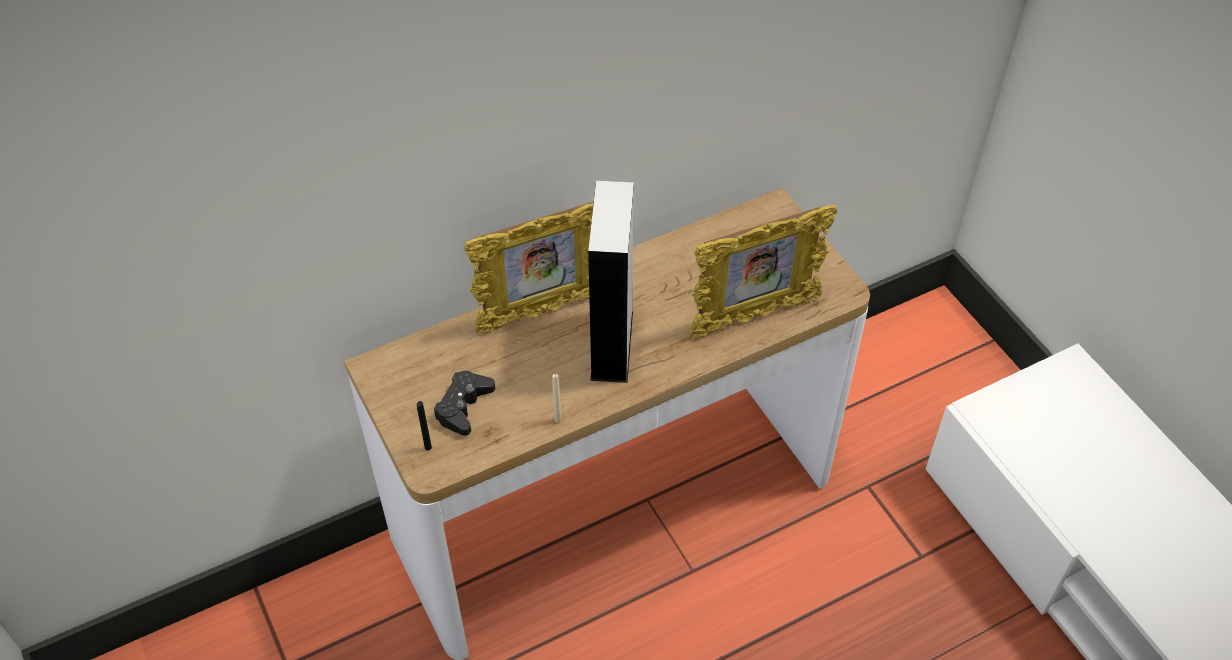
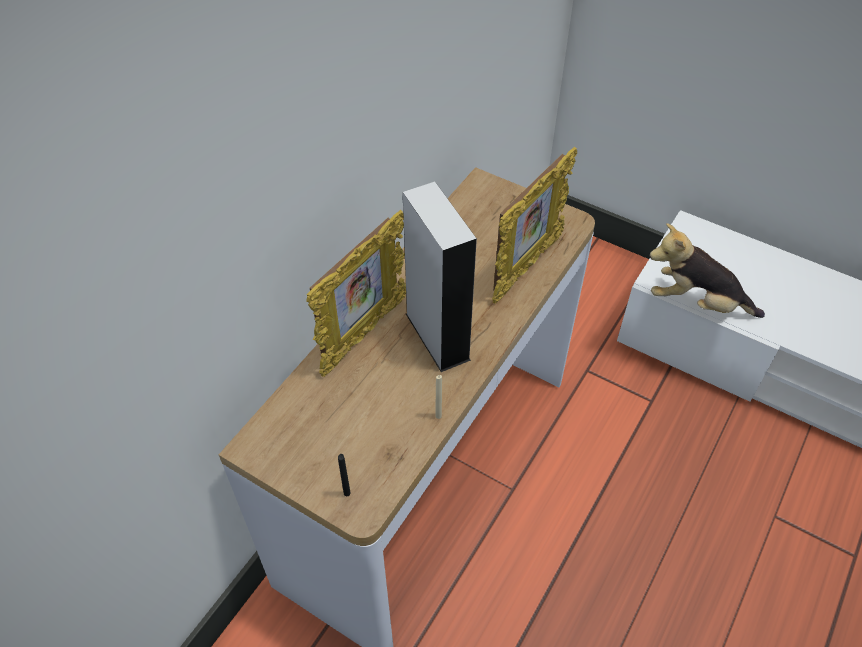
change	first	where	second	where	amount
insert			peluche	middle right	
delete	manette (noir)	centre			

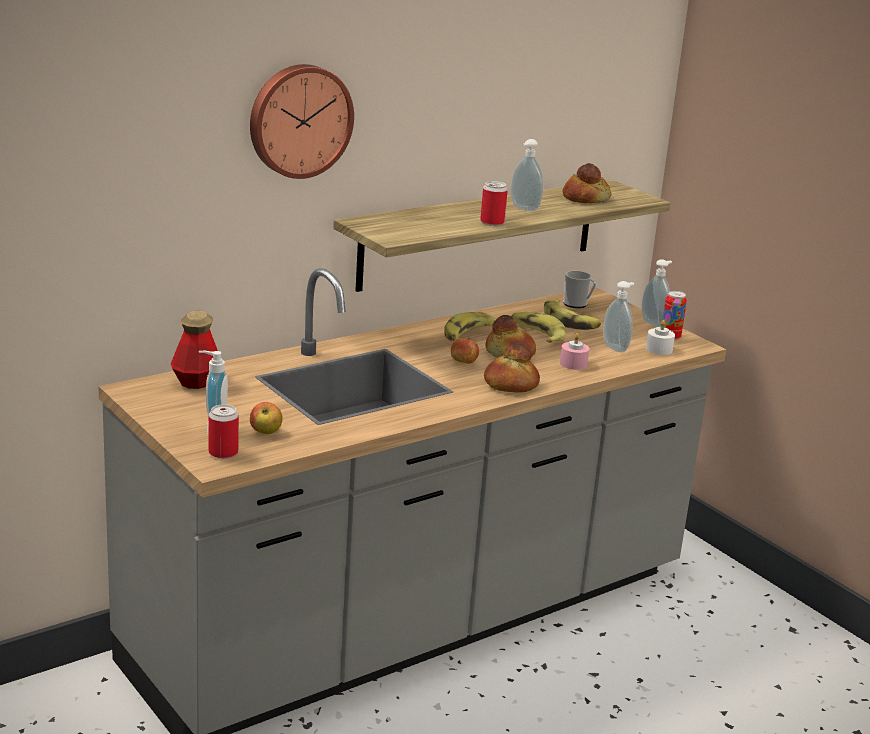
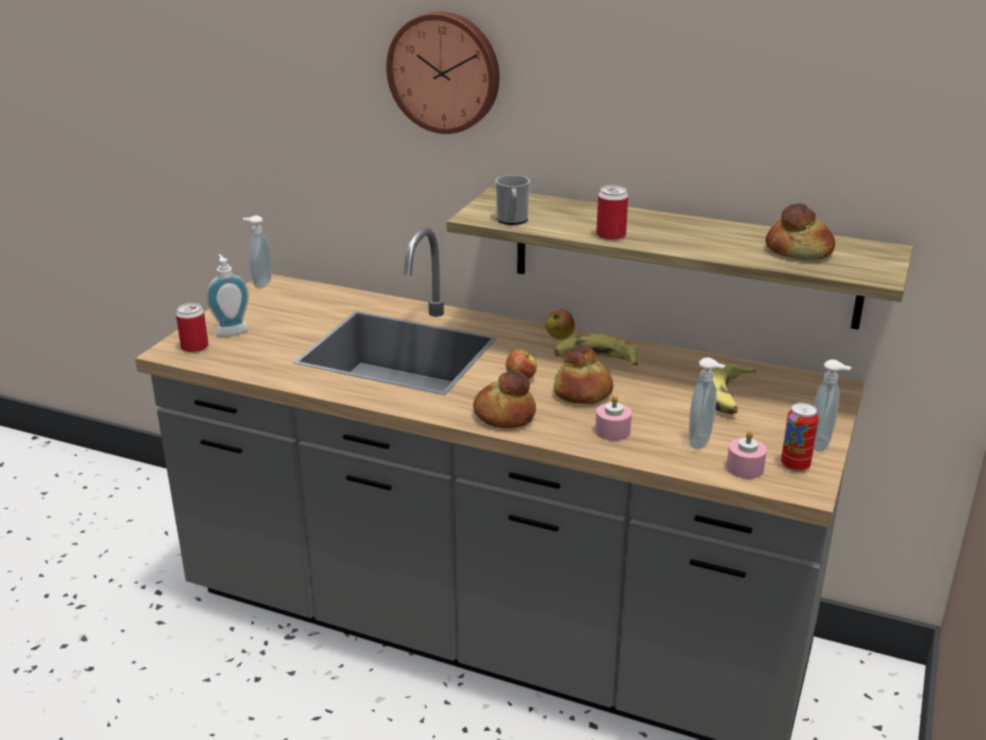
change	first	where	second	where	amount
move	distributeur de savon (2nd from left)	top centre		middle left	
move	mug	centre		top centre	
move	pomme (1st from left in the first image)	middle left	pomme (2nd from left)	centre	
recolor	bougie (blanc)	middle right	bougie (rose) (2nd from left)	middle right	
delete	bouteille	middle left			
delete	banane (2nd from left)	centre			

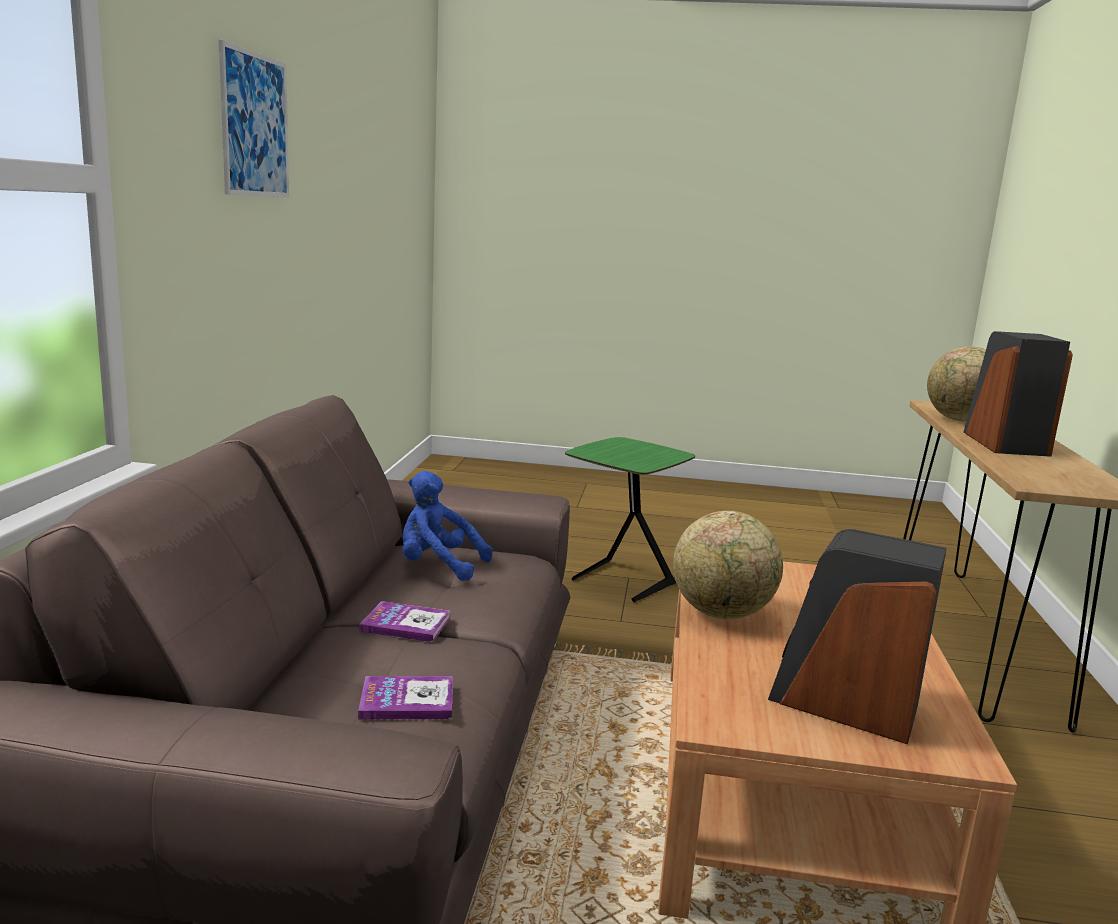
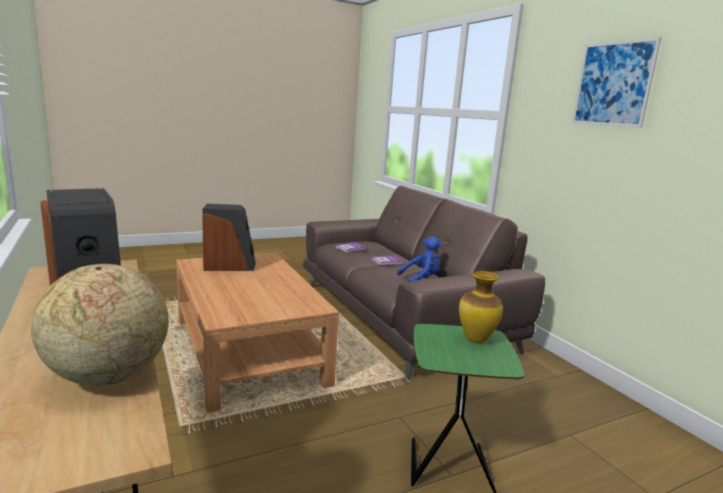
change	first	where	second	where	amount
insert			vase	centre	
delete	globe (1st from left)	centre			

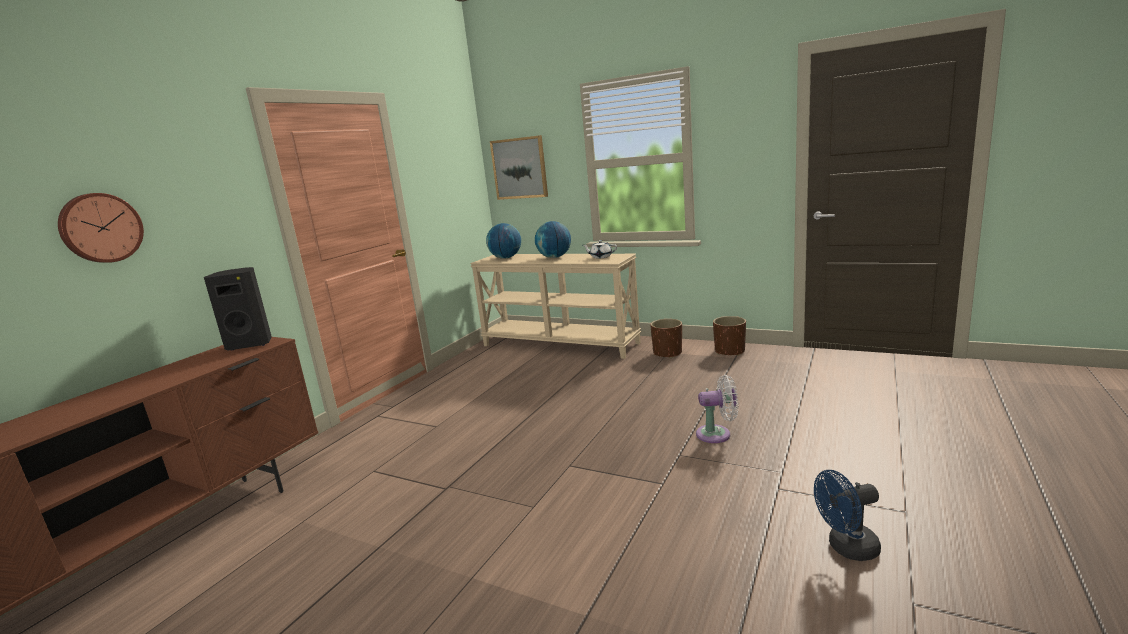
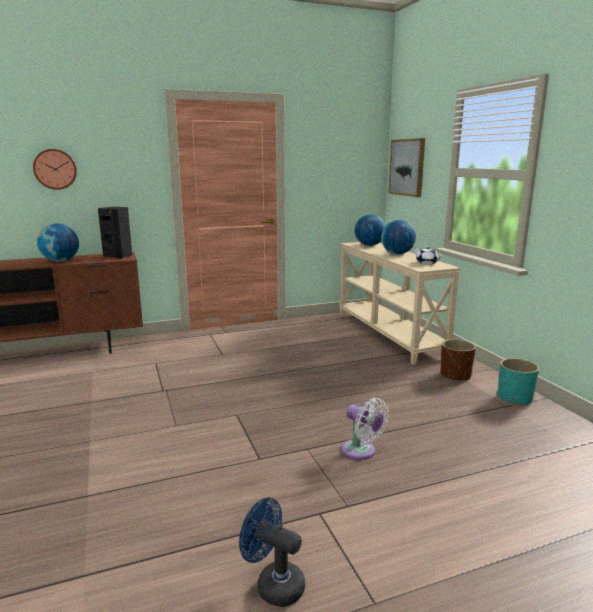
change	first	where	second	where	amount
insert			globe (1st from left)	middle left	
recolor	cache-pot (marron) (2nd from left)	centre	cache-pot (turquoise)	middle right	

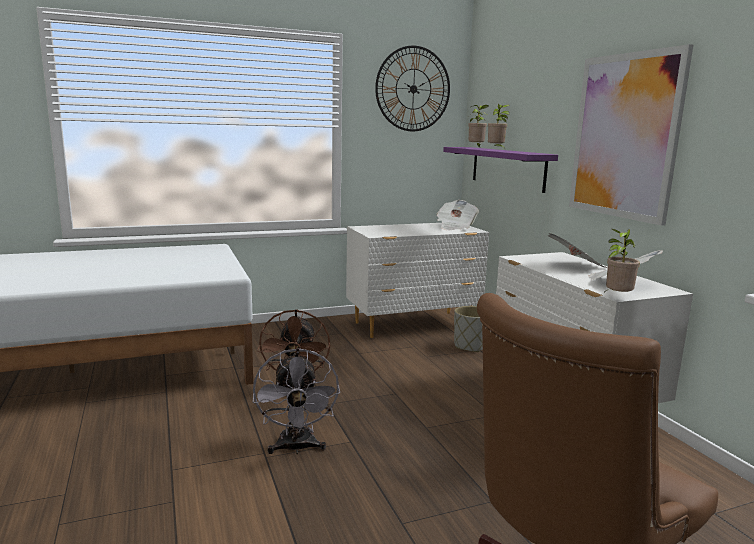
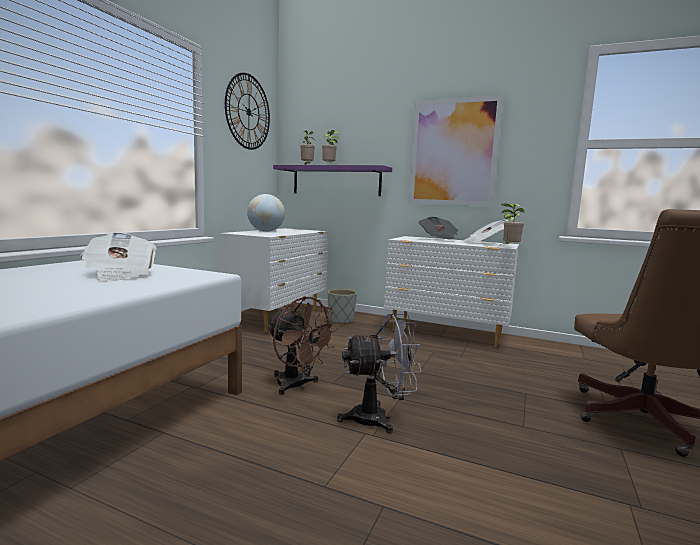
change	first	where	second	where	amount
move	journal (1st from left)	centre		middle left	
insert			globe	centre	
rotate	ventilateur (gris)	bottom centre		bottom centre	45 degrees counterclockwise

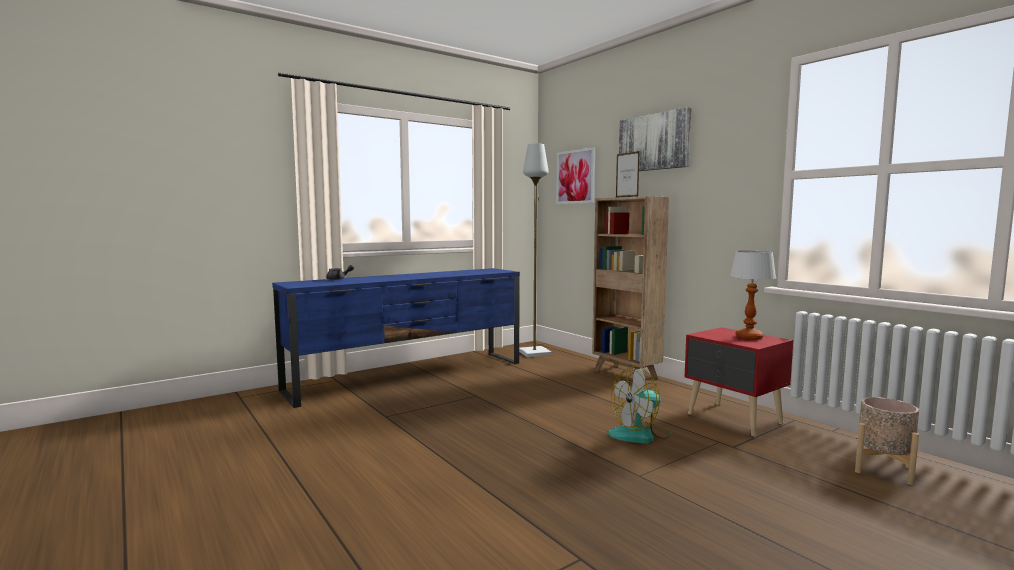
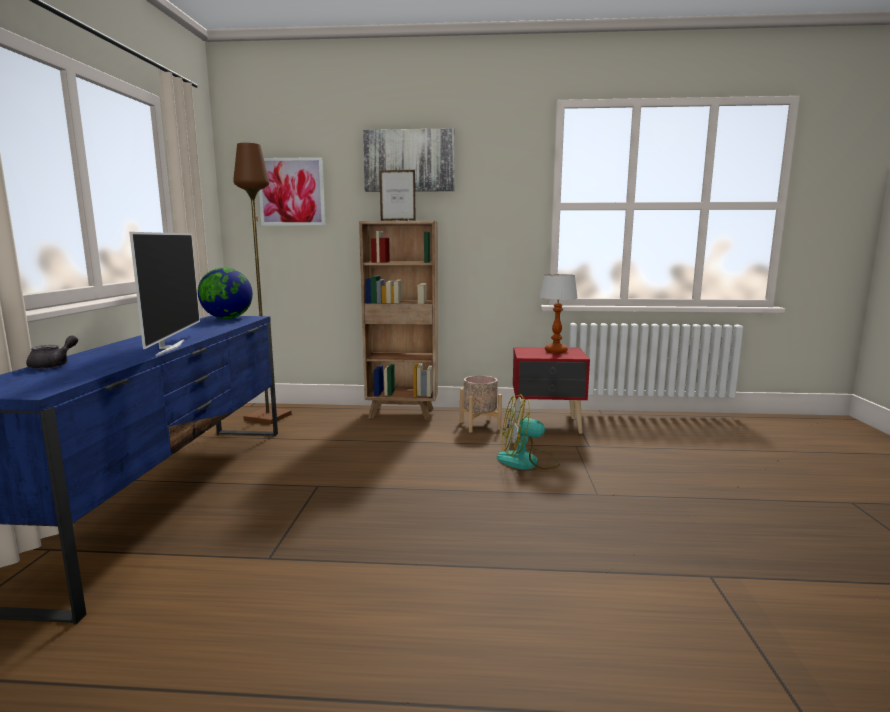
change	first	where	second	where	amount
insert			téléviseur	middle left	
insert			globe	middle left	
recolor	lampadaire (gris)	centre	lampadaire (marron)	middle left	
move	cache-pot (beige)	bottom right		centre	
rotate	ventilateur	bottom centre		centre	75 degrees clockwise

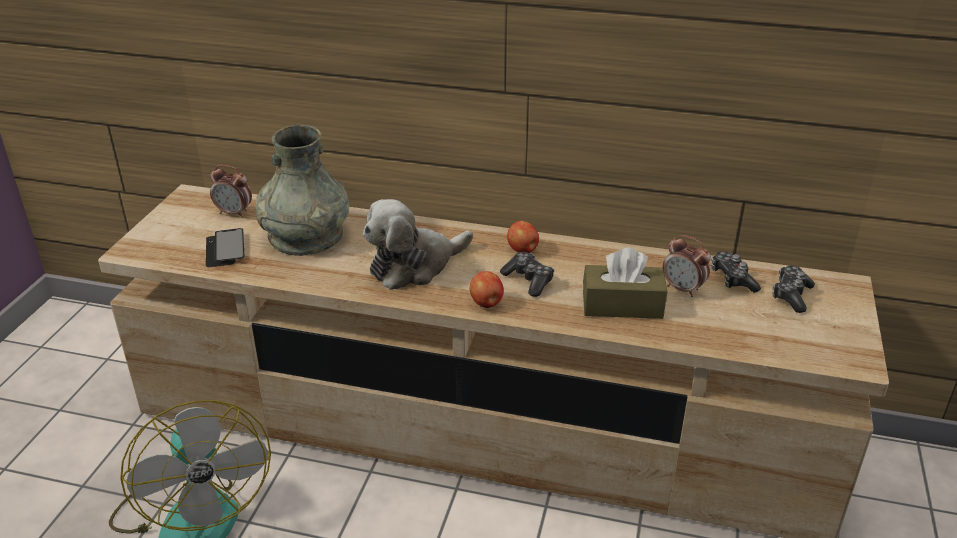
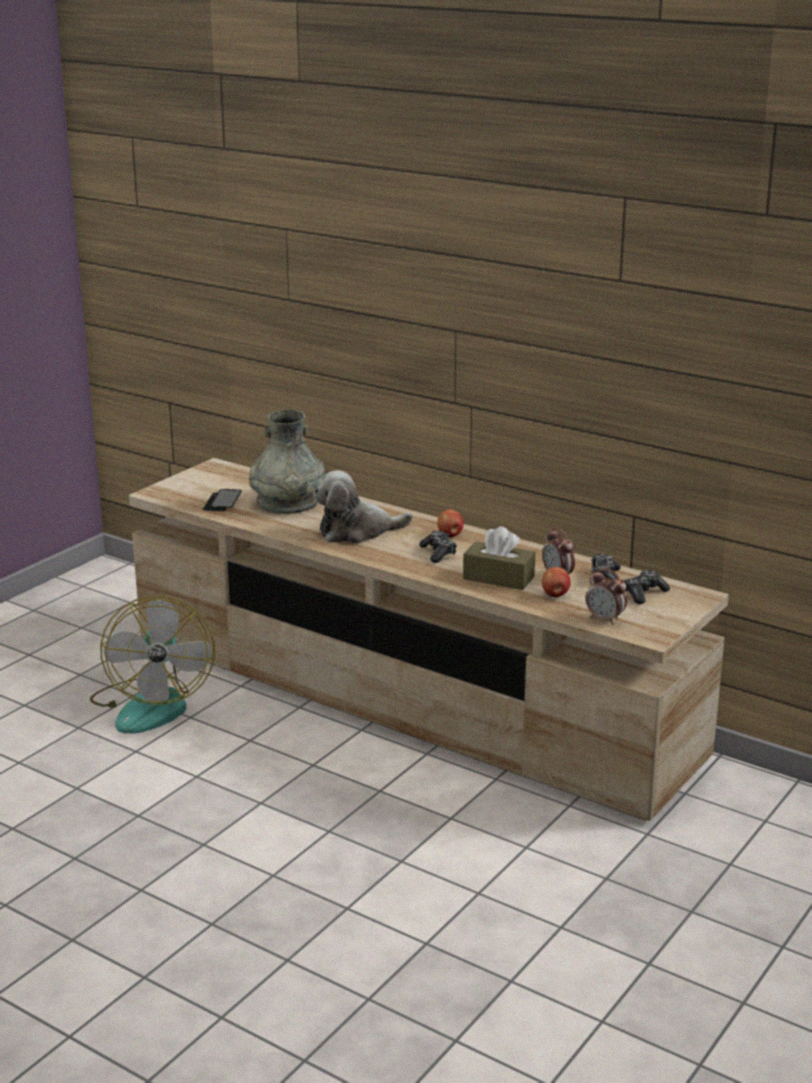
change	first	where	second	where	amount
move	pomme (1st from left in the first image)	centre	pomme (2nd from left)	middle right	
move	réveil (1st from left in the first image)	middle left	réveil (2nd from left)	middle right	

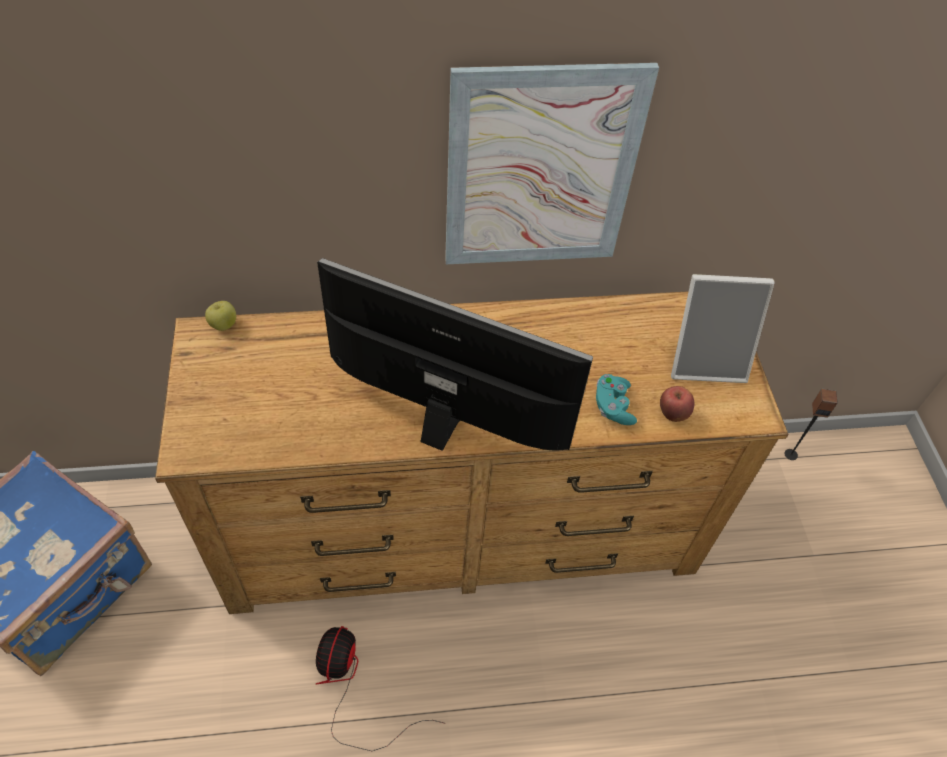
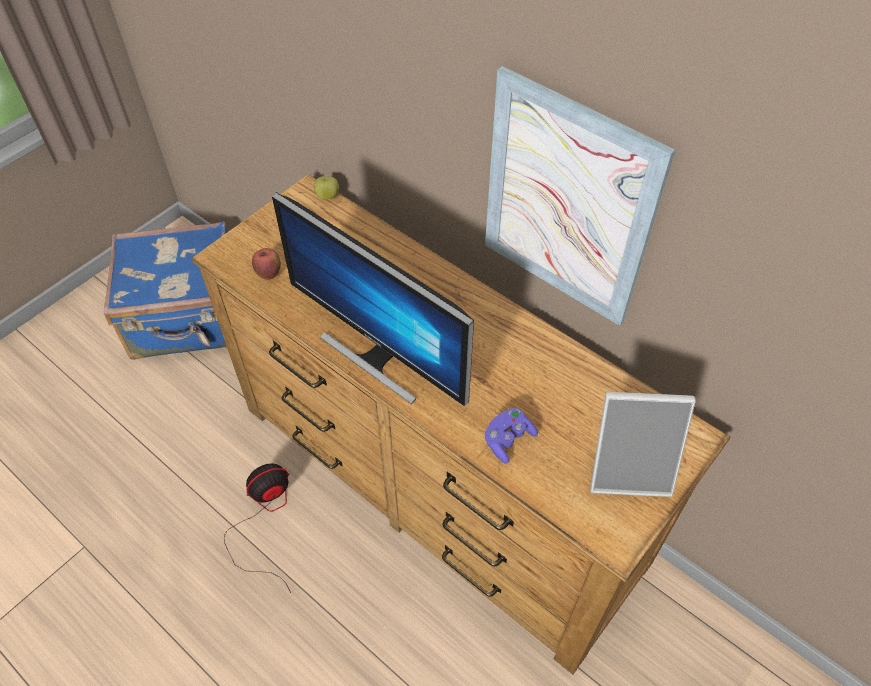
change	first	where	second	where	amount
move	pomme (2nd from left in the first image)	middle right	pomme (1st from left)	middle left	
rotate	écran d'ordinateur	centre		centre	150 degrees clockwise
recolor	manette (turquoise)	centre	manette (violet)	centre	
rotate	cadre photo	middle right		middle right	45 degrees counterclockwise
delete	enceinte	middle right			

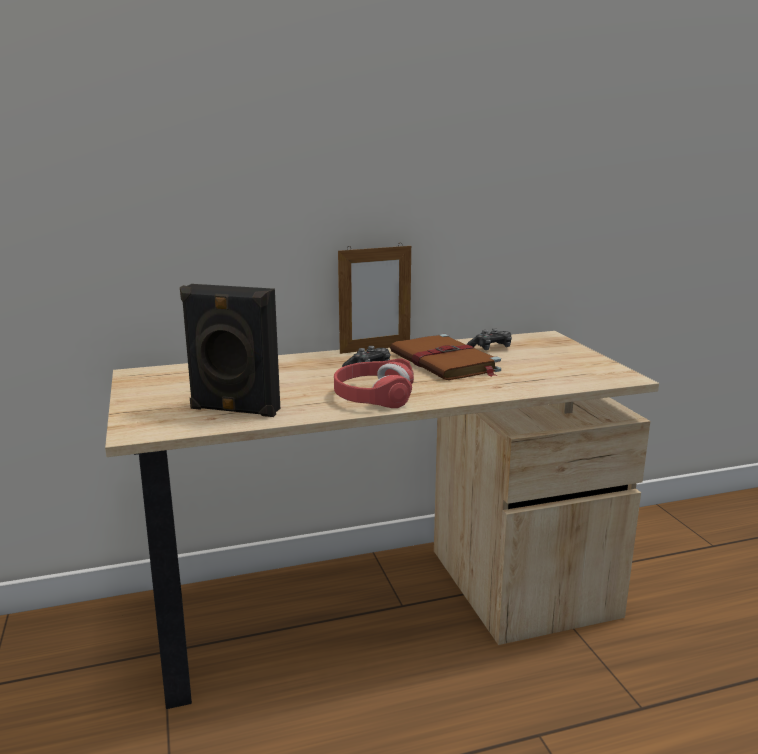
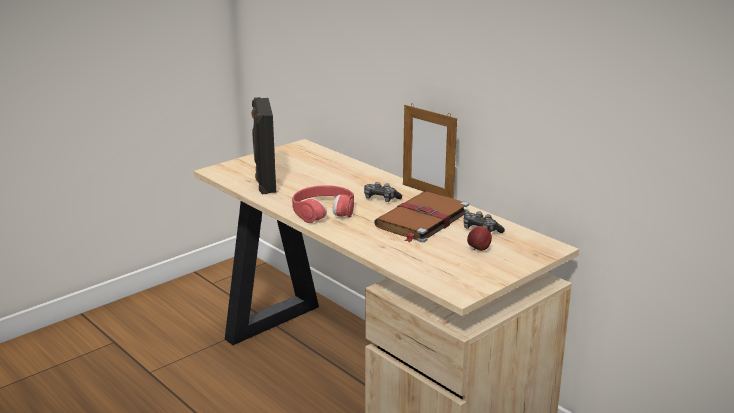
change	first	where	second	where	amount
insert			pomme	centre	

